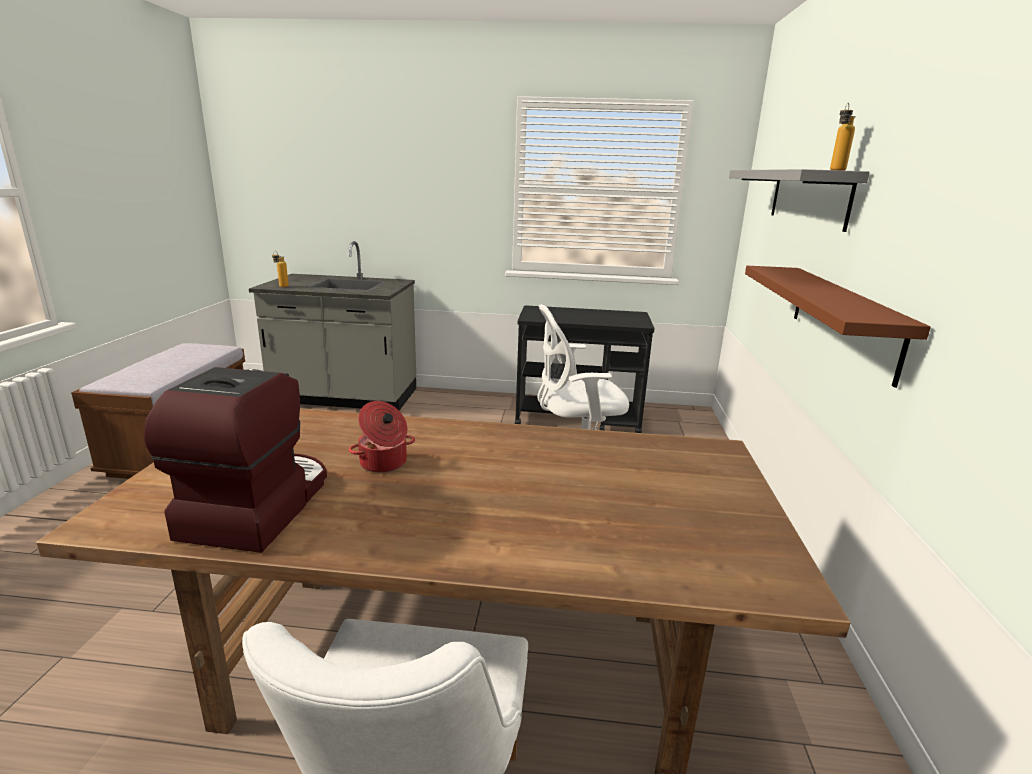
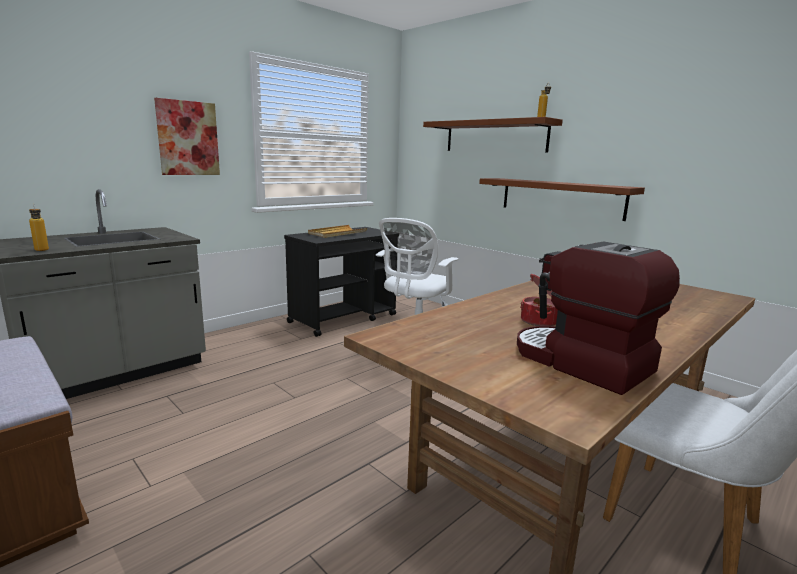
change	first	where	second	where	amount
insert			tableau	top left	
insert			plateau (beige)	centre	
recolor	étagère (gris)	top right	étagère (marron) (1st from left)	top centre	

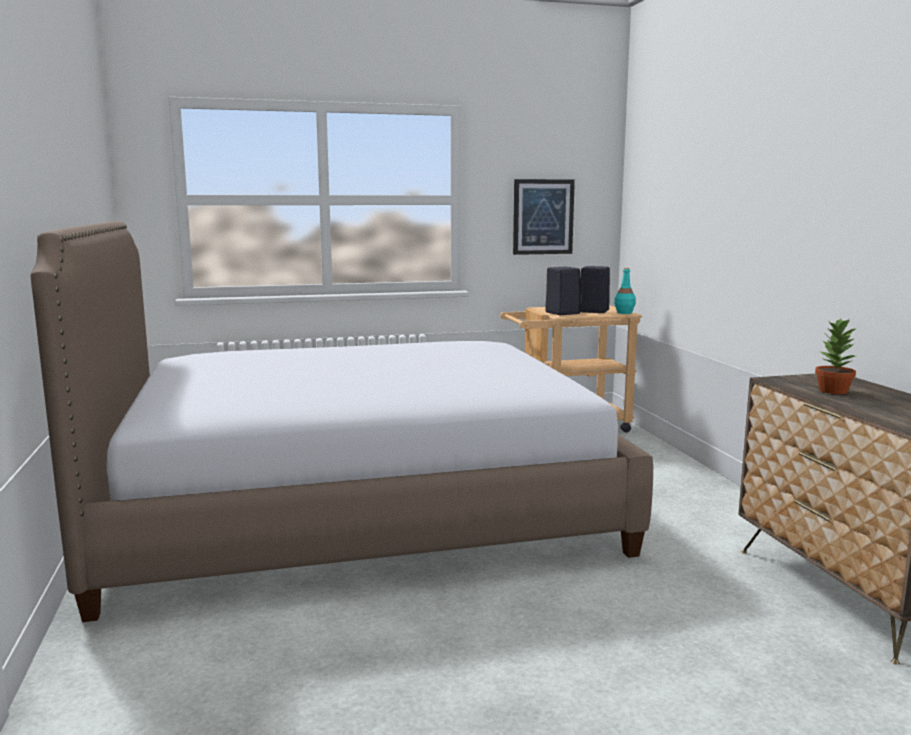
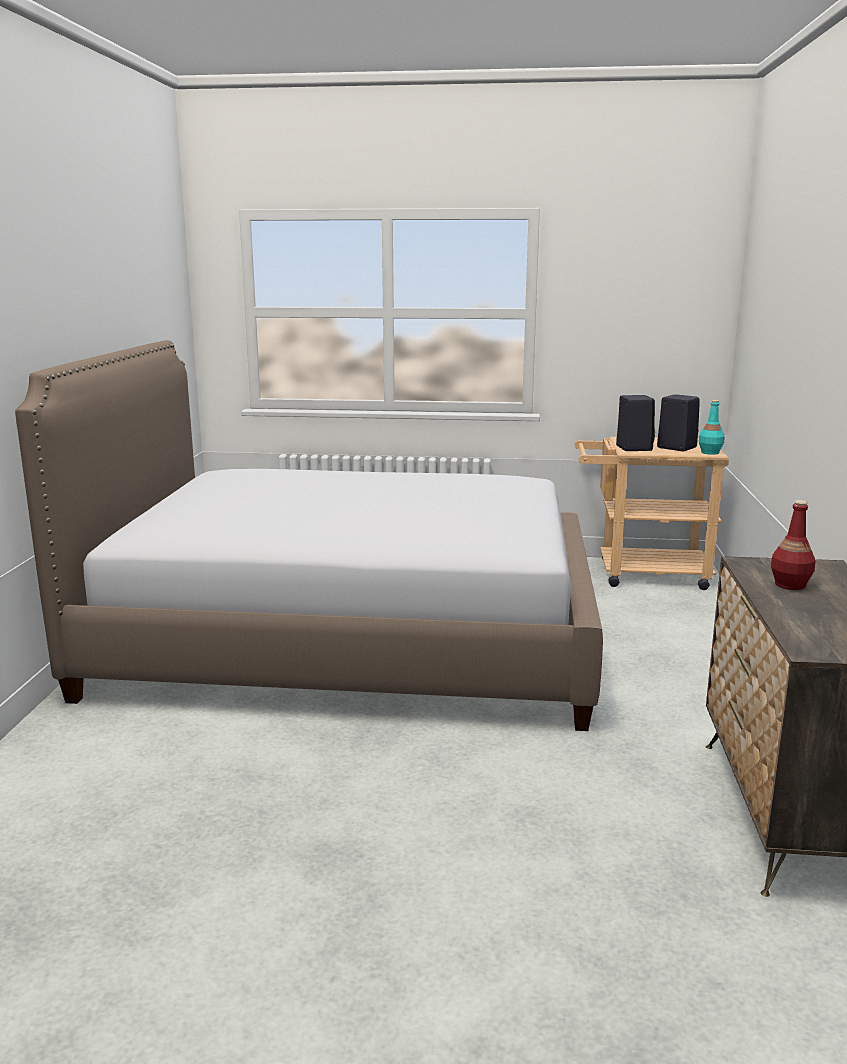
change	first	where	second	where	amount
replace	plante en pot	middle right	bouteille (rouge)	middle right	
delete	tableau	top centre			

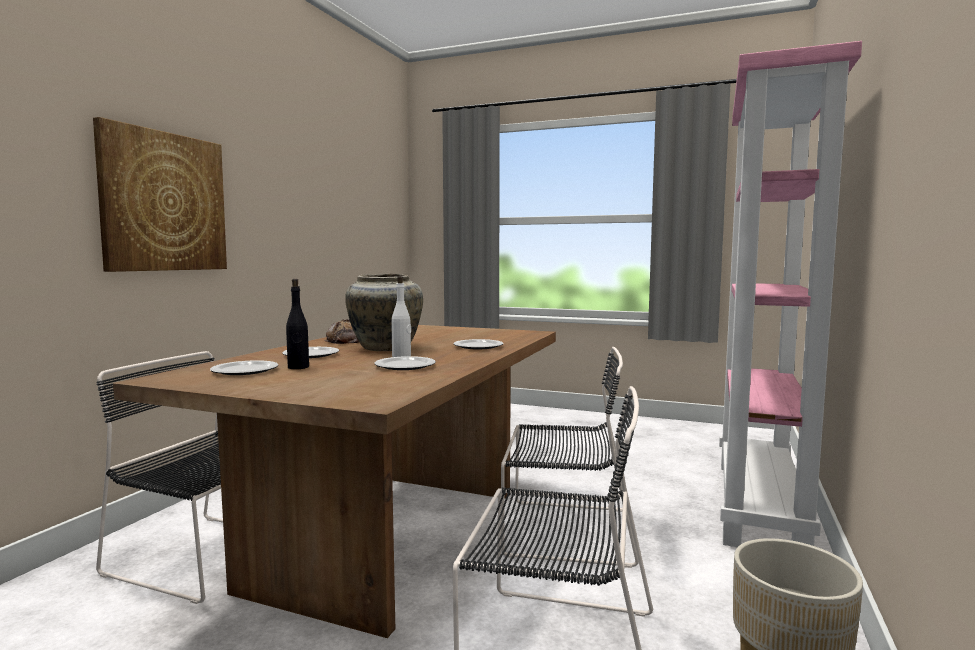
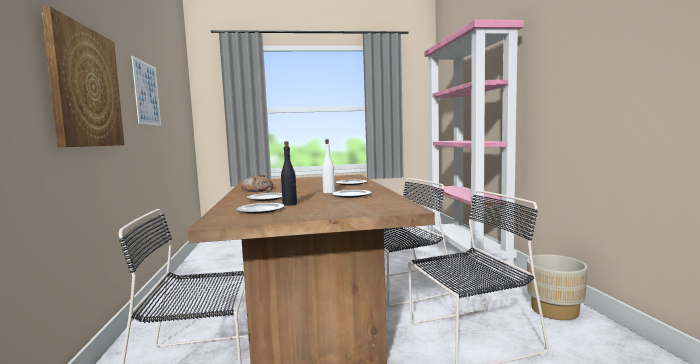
change	first	where	second	where	amount
insert			tableau (2nd from left)	top left	
delete	vase (beige)	centre			

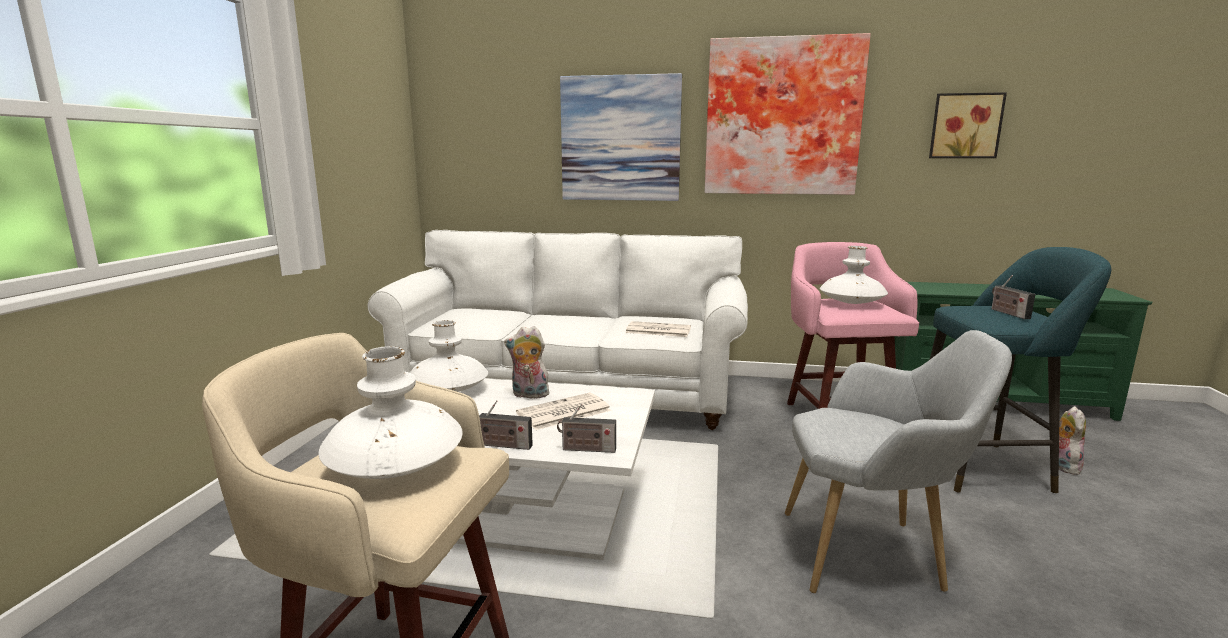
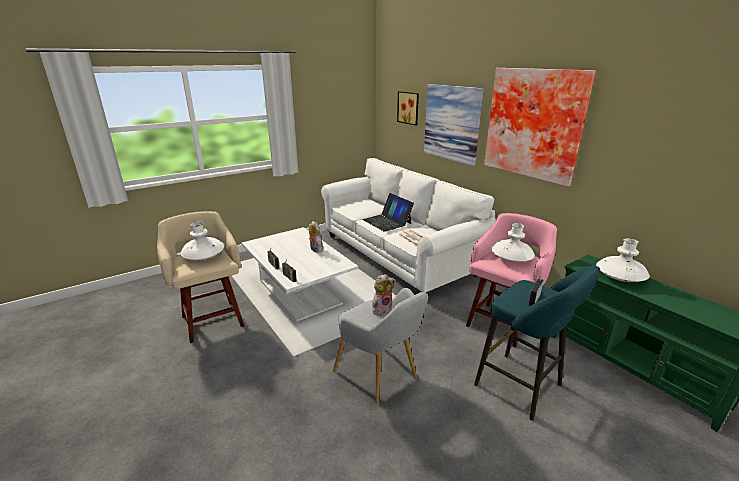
change	first	where	second	where	amount
insert			ordinateur portable	centre	
move	peluche (2nd from left)	bottom right		centre	
move	tableau (3rd from left in the first image)	top right	tableau (1st from left)	top centre	
move	vase (blanc) (2nd from left in the first image)	centre	vase (blanc) (3rd from left)	middle right	
delete	journal (1st from left)	centre			

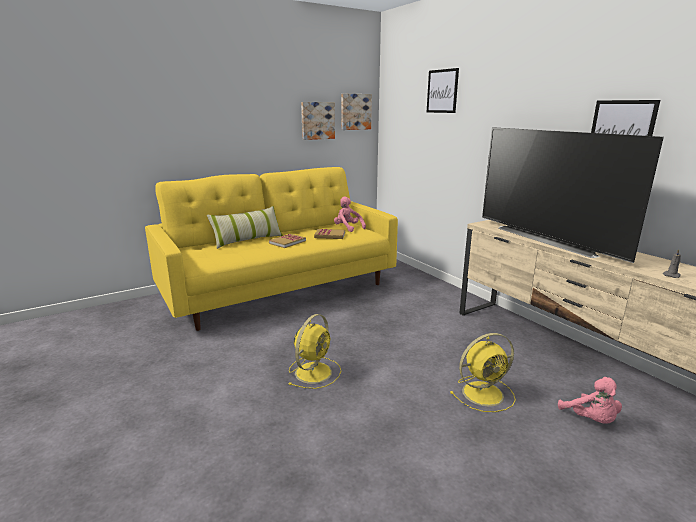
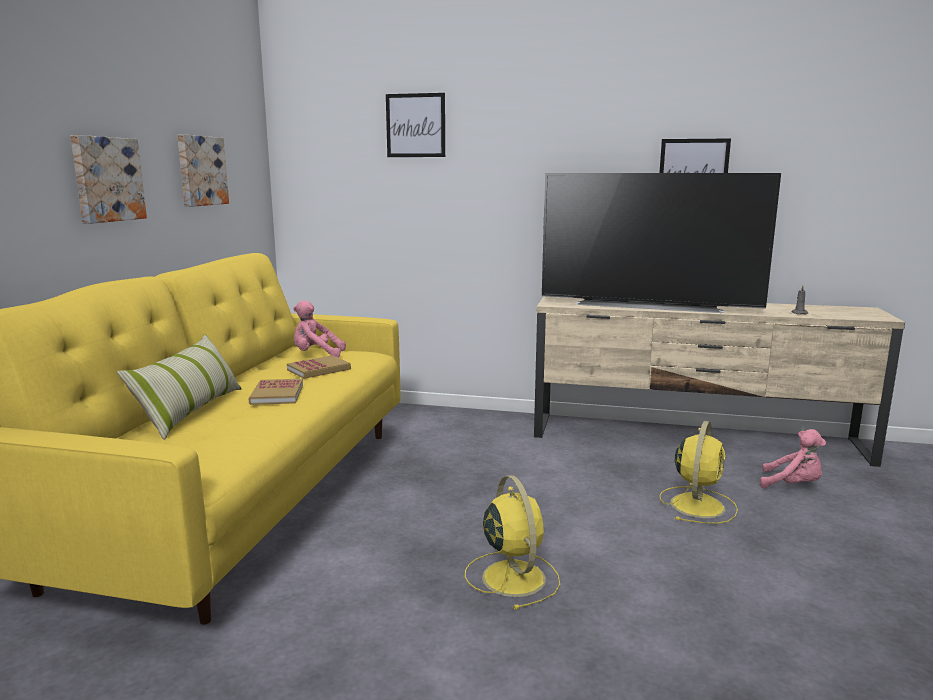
change	first	where	second	where	amount
move	tableau (2nd from left in the first image)	top centre	tableau (1st from left)	top left	

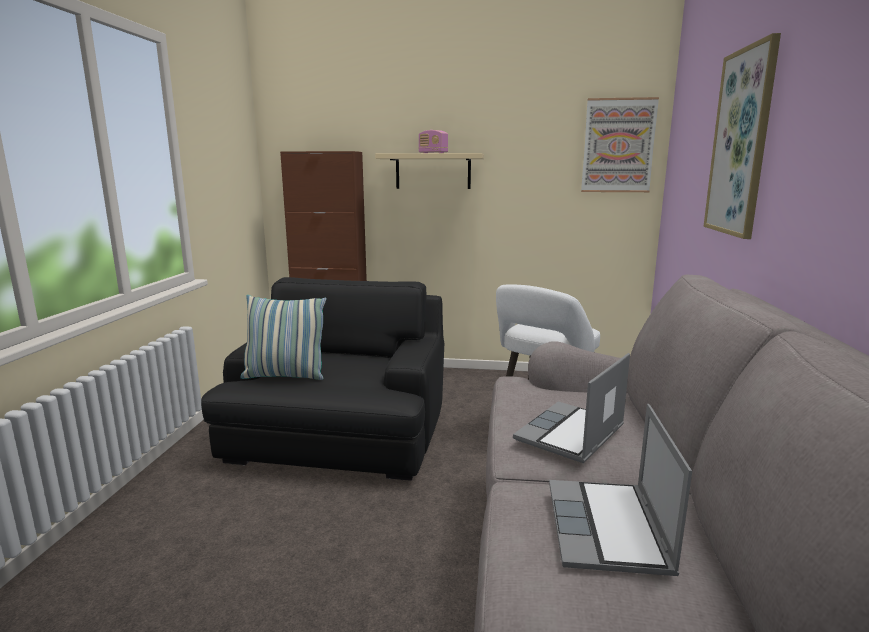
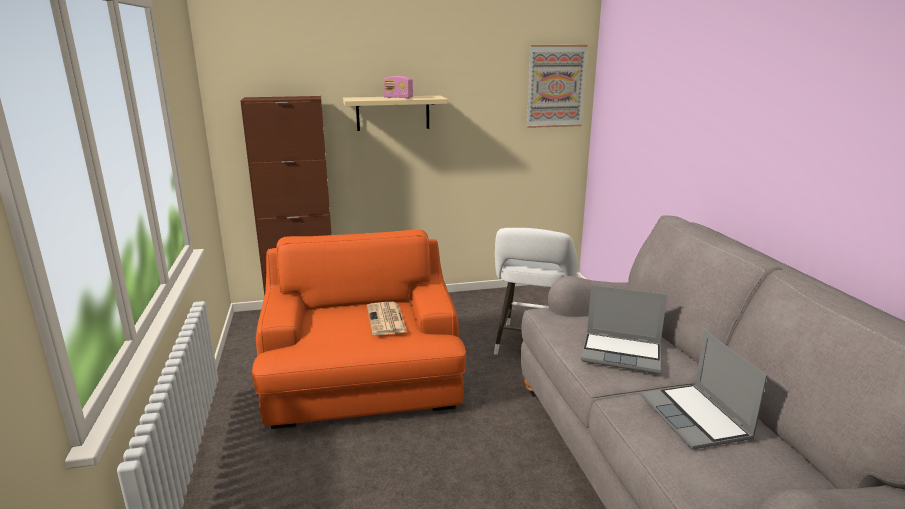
change	first	where	second	where	amount
recolor	fauteuil (noir)	centre	fauteuil (orange)	centre	
insert			journal	centre	
rotate	ordinateur portable (1st from left)	centre		middle right	90 degrees counterclockwise
delete	coussin	middle left			
delete	tableau (2nd from left)	top right			

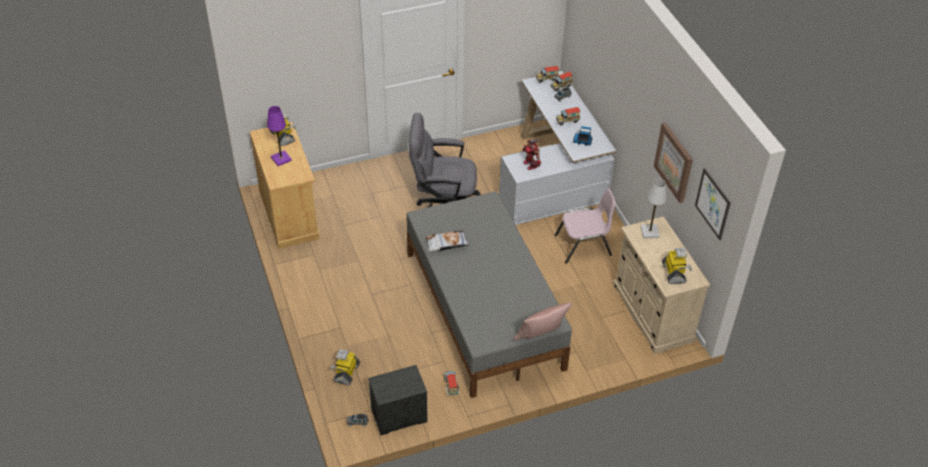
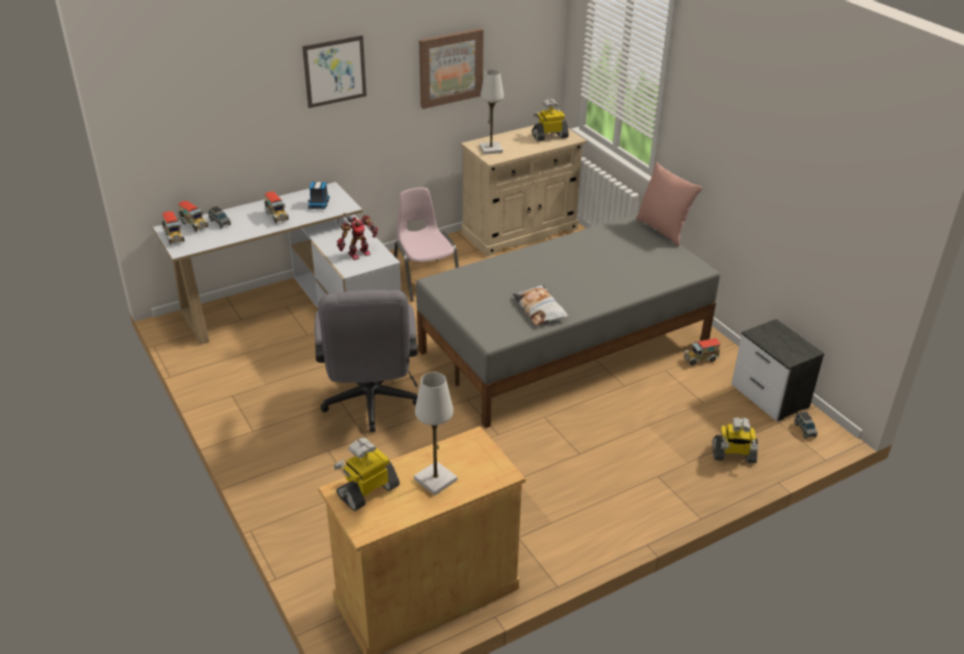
change	first	where	second	where	amount
move	tableau (2nd from left in the first image)	middle right	tableau (1st from left)	top centre	
recolor	lampe de table (violet)	top left	lampe de table (blanc) (1st from left)	centre	

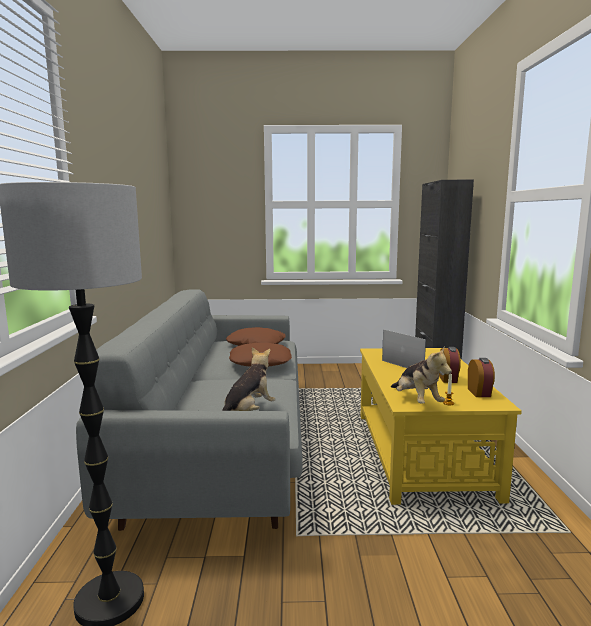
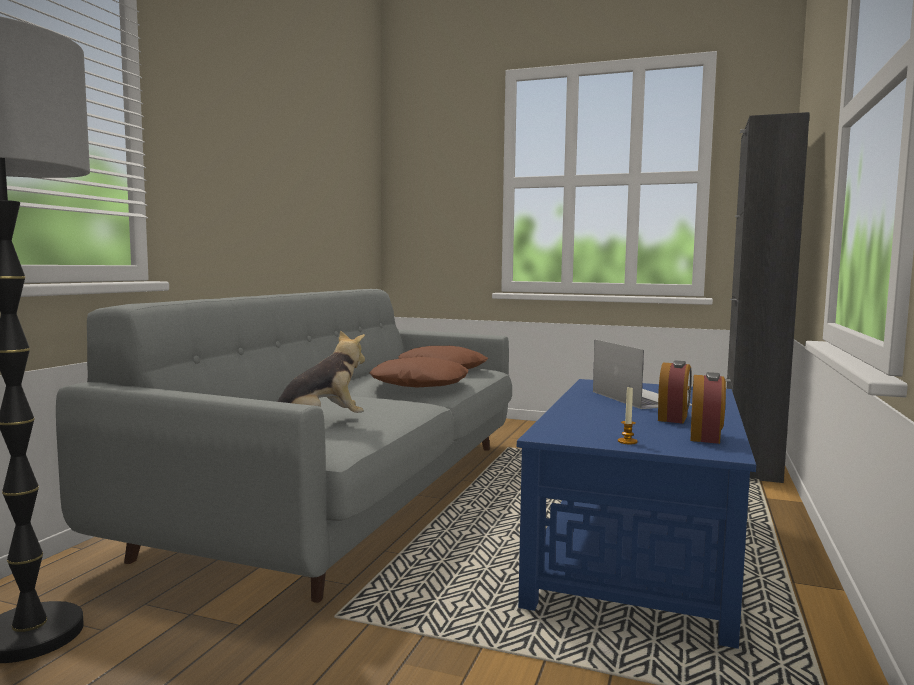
change	first	where	second	where	amount
recolor	table basse (jaune)	bottom right	table basse (bleu)	bottom right	
delete	peluche (2nd from left)	middle right			

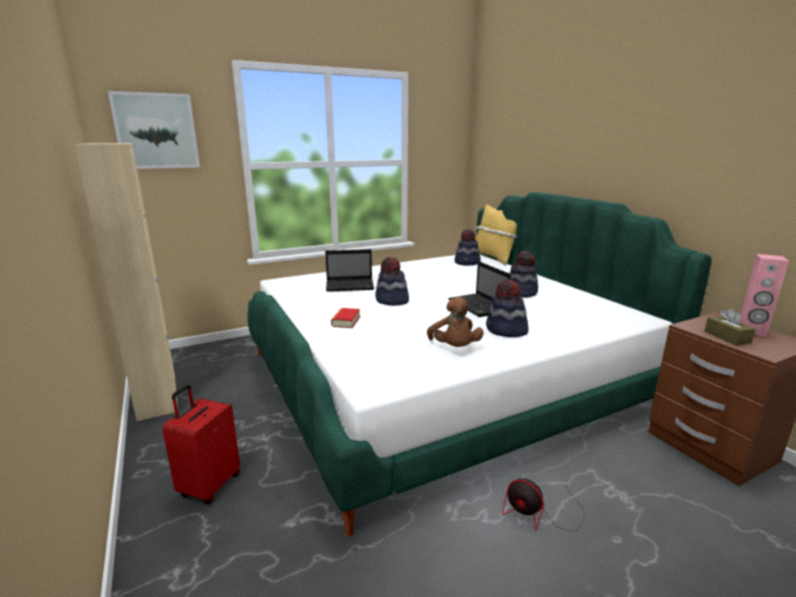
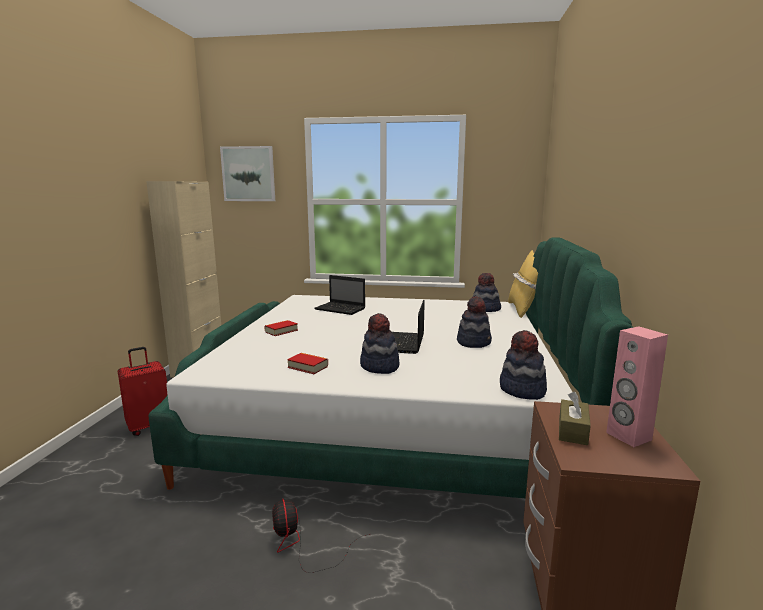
change	first	where	second	where	amount
replace	peluche (marron)	centre	livre (2nd from left)	centre	
move	chapeau (1st from left in the first image)	centre	chapeau (4th from left)	middle right	

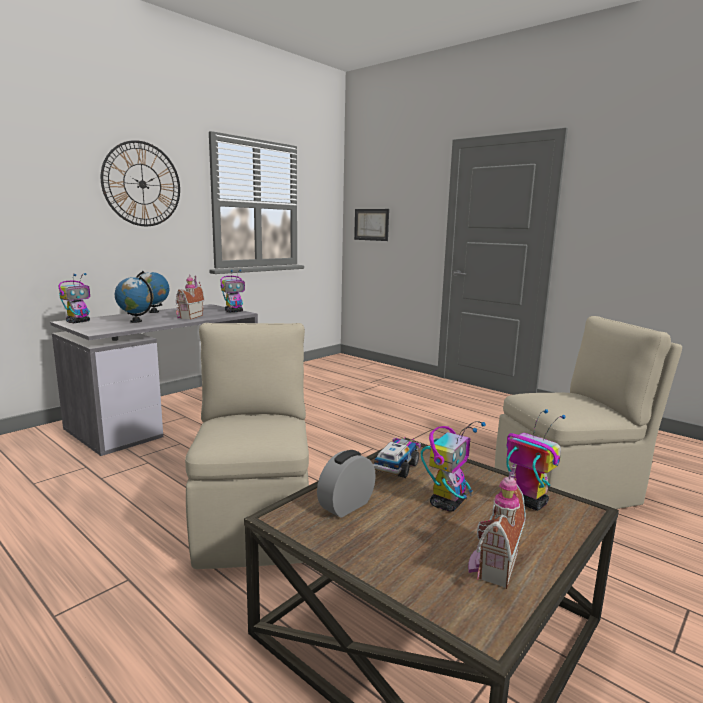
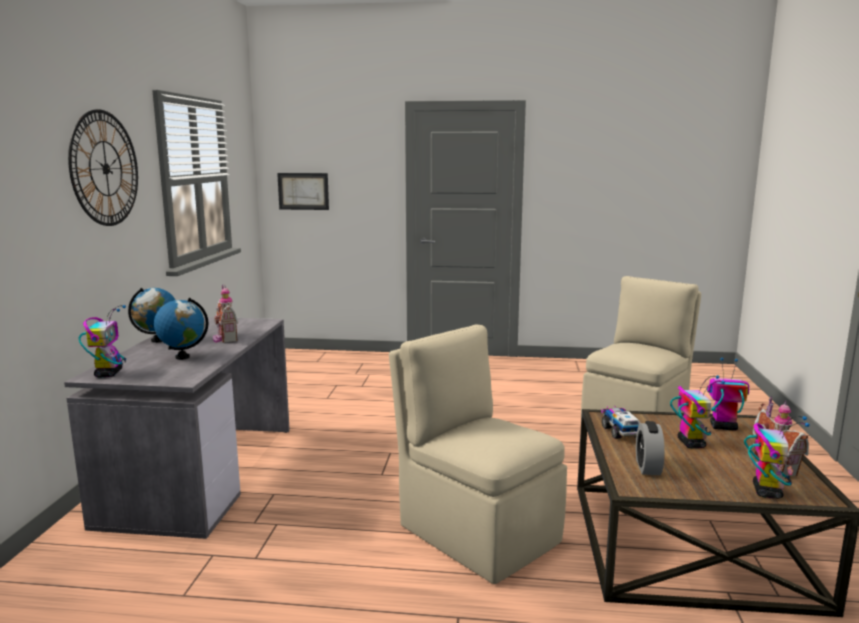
change	first	where	second	where	amount
move	robot jouet (2nd from left in the first image)	middle left	robot jouet (4th from left)	bottom right	

